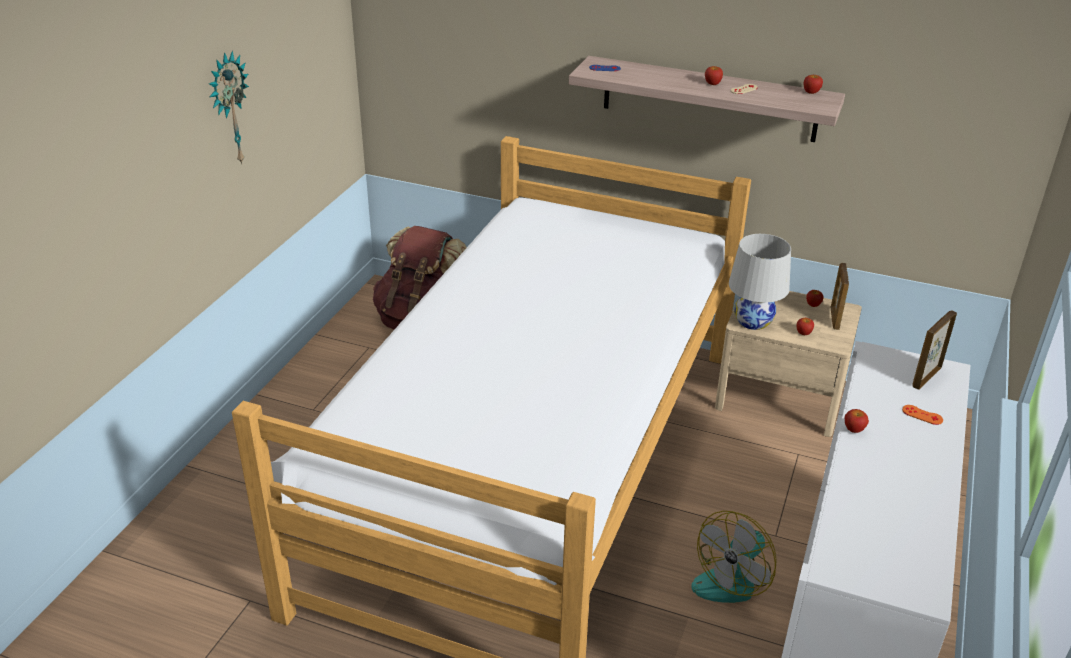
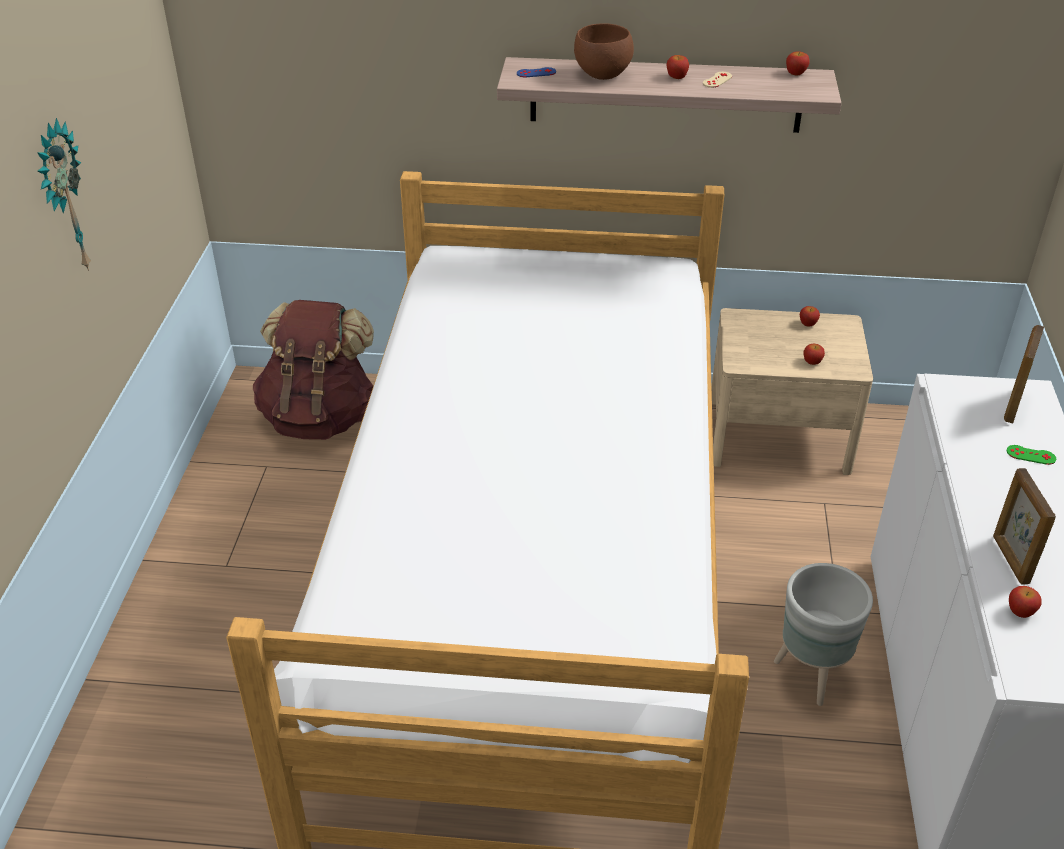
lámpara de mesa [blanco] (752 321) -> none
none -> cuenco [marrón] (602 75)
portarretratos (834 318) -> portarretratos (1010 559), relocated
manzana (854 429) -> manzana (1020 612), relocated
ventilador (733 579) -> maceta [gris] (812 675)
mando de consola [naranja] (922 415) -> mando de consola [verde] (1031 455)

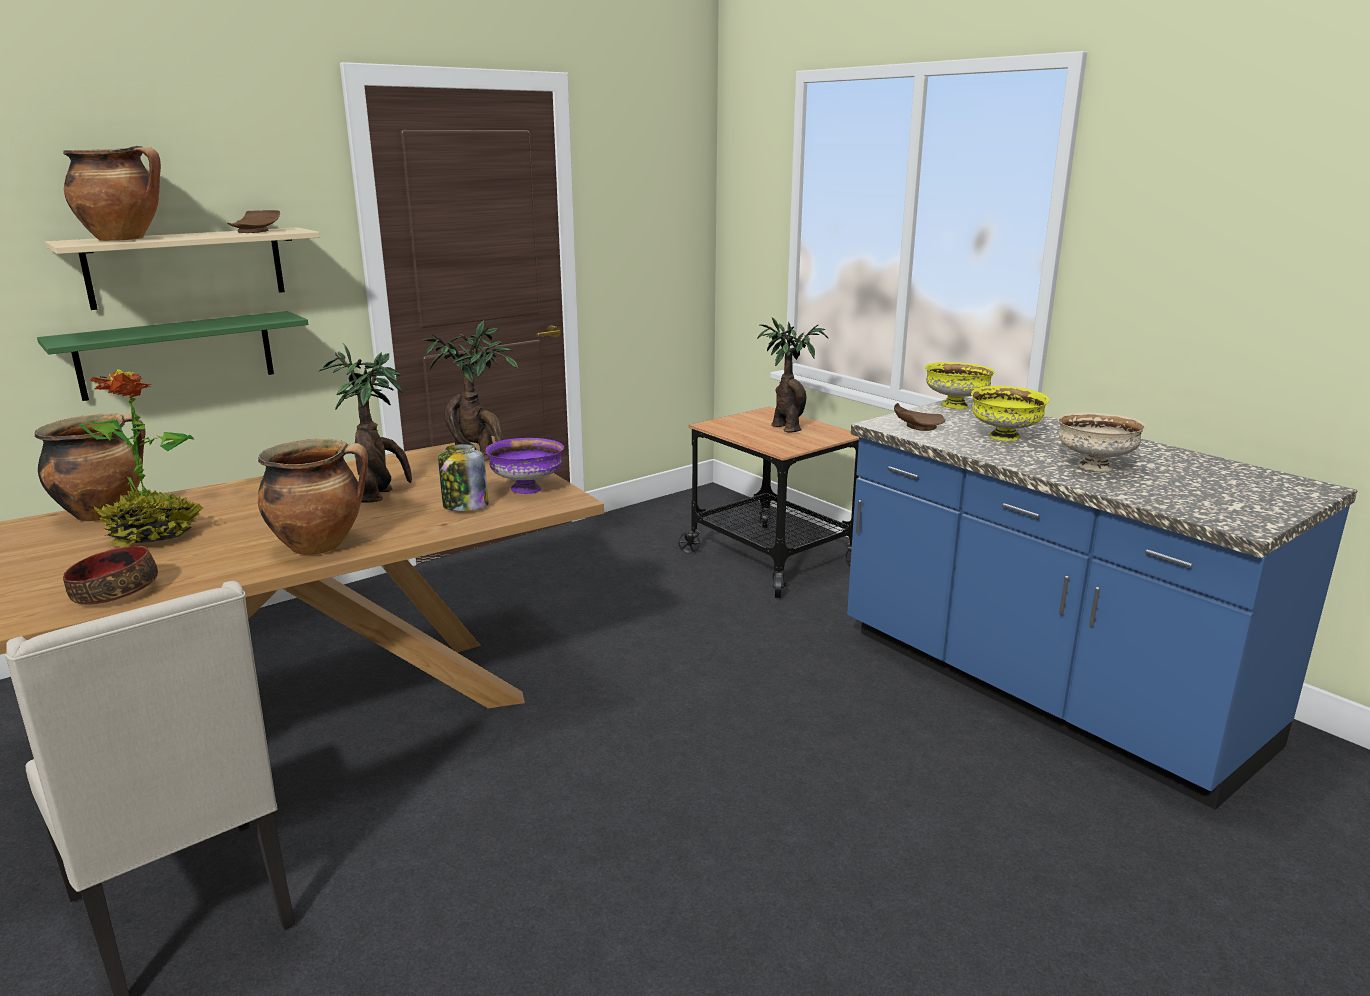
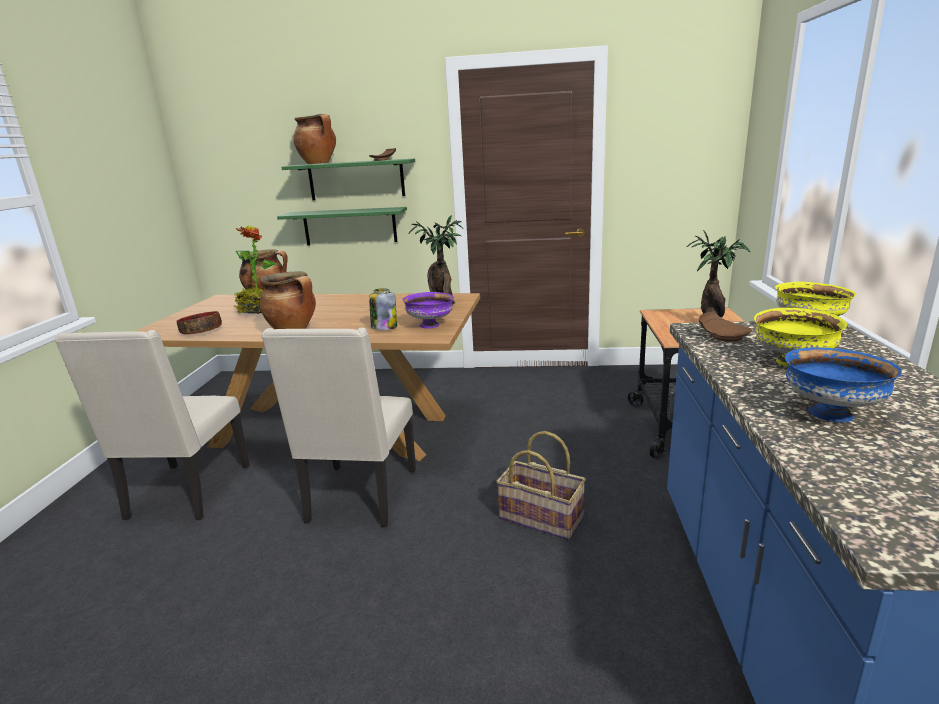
planta en maceta (381 494) -> none
none -> silla [beis] (360 497)
none -> cesta (542 517)
estante [beis] (186 267) -> estante [verde] (356 180)
cuenco [beis] (1093 467) -> cuenco [azul] (829 413)

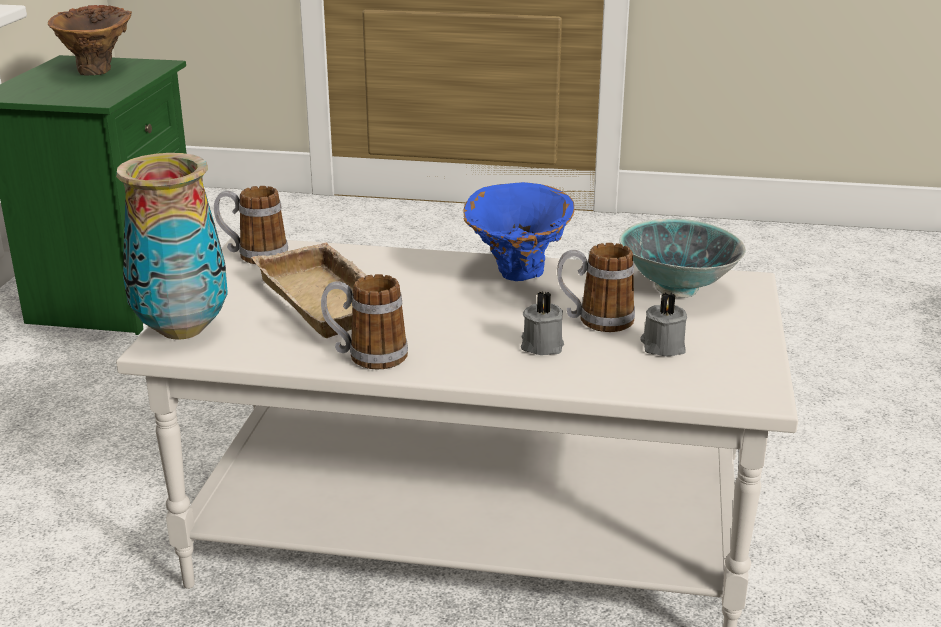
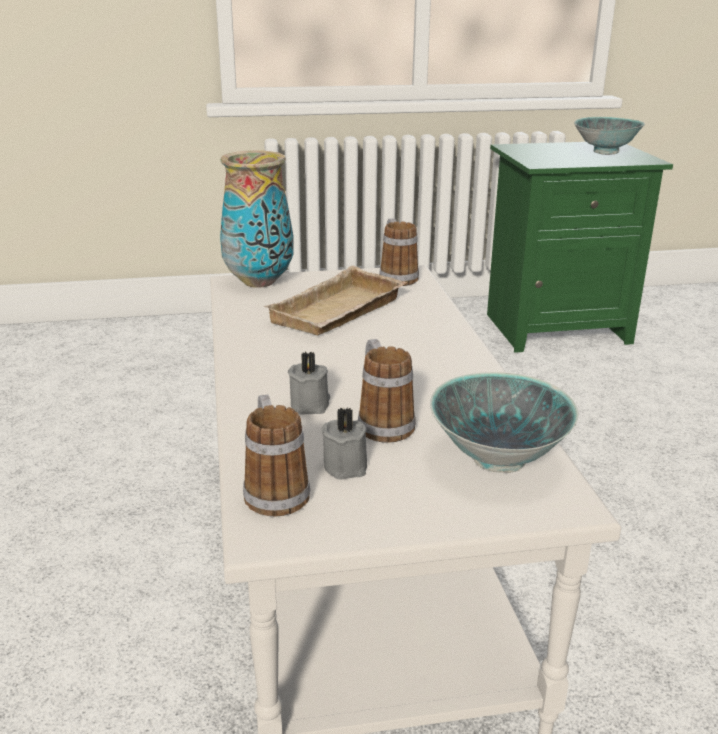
florero [azul] (515 276) -> none
taza grande (366 356) -> taza grande (274 490), relocated
florero [marrón] (99 69) -> cuenco (605 152)

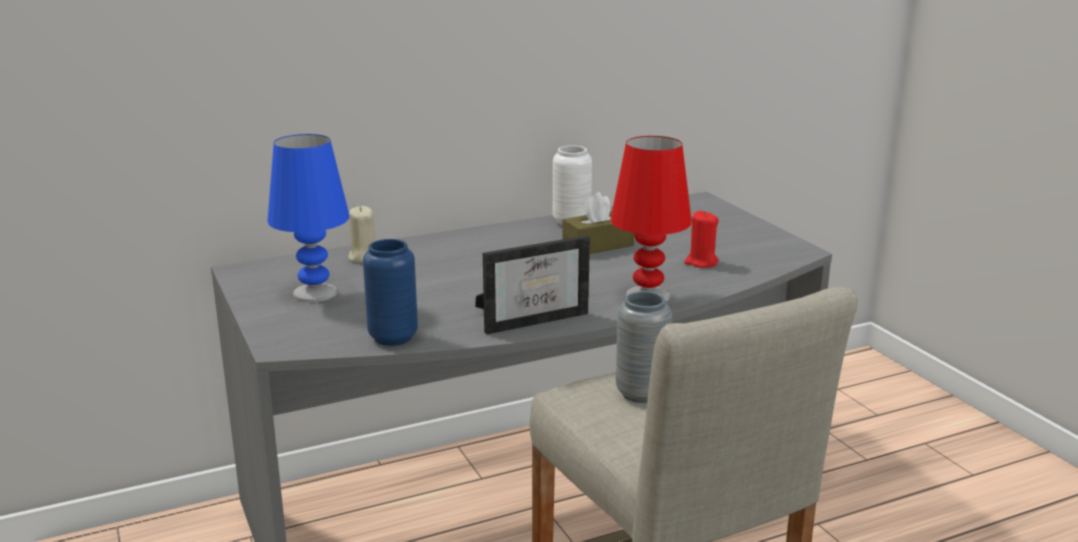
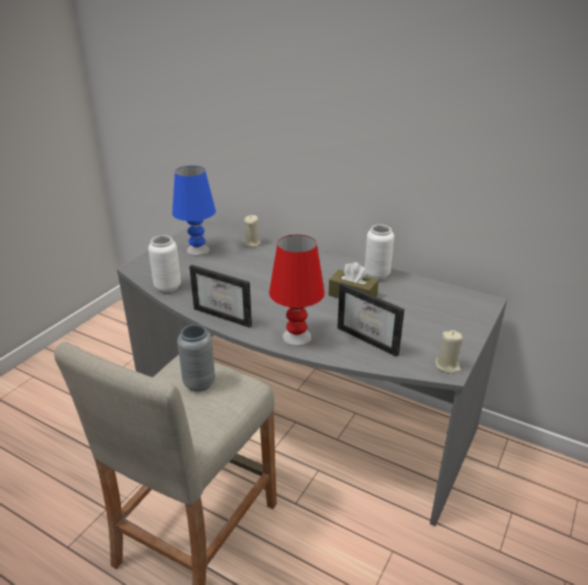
none -> vela [beis] (447 366)
vela [rojo] (701 262) -> portarretratos (372 338)
florero [azul] (393 337) -> florero [blanco] (167 287)

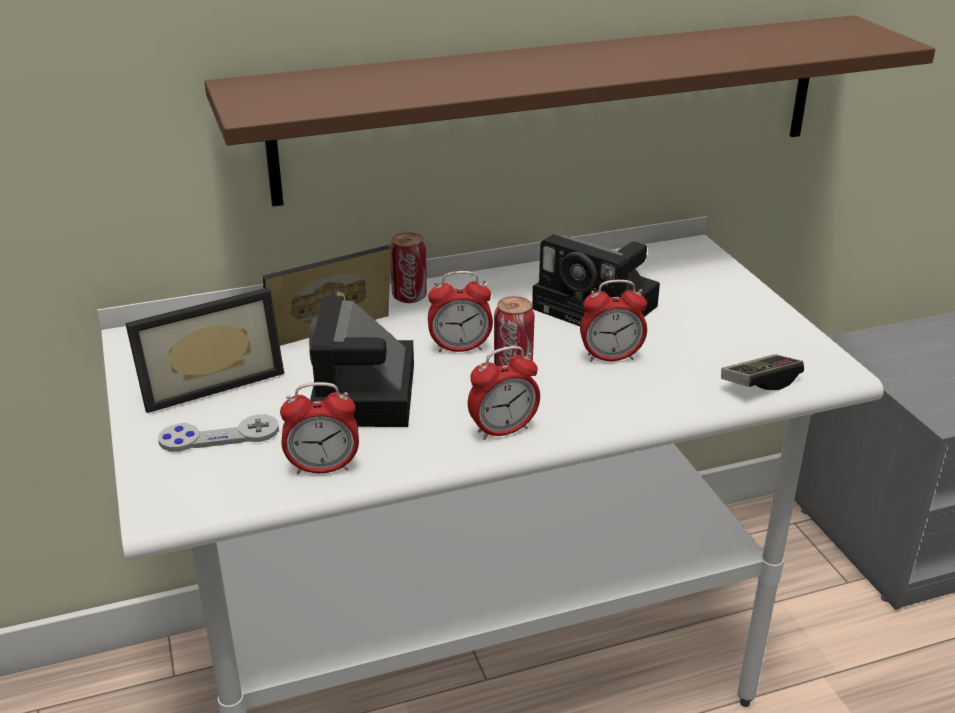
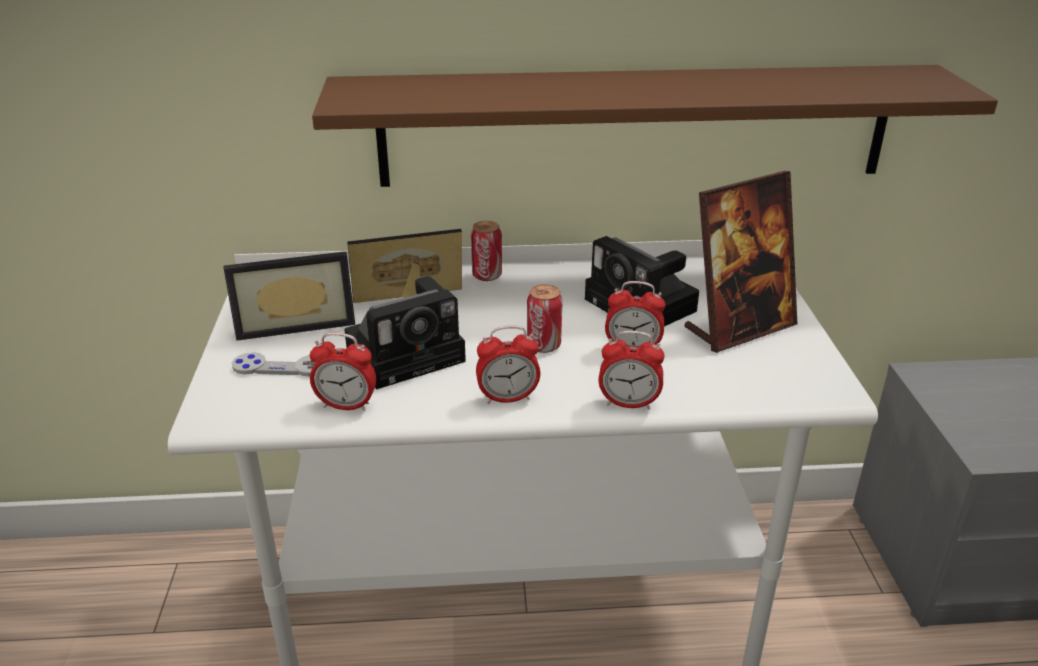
mando de consola (760 383) -> none
none -> portarretratos (739 327)
despertador (460 348) -> despertador (628 403), relocated
cámara (366 398) -> cámara (409 354), 135 degrees counterclockwise

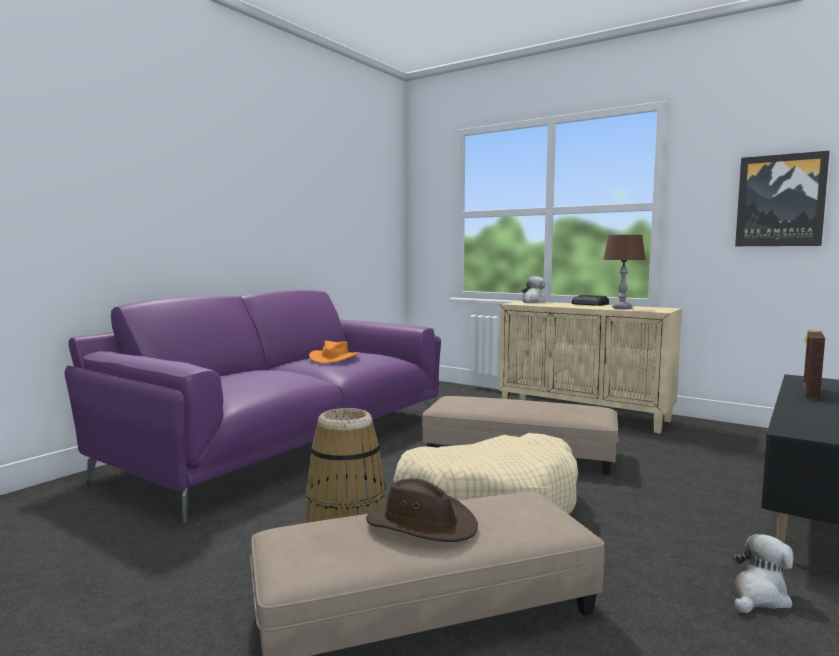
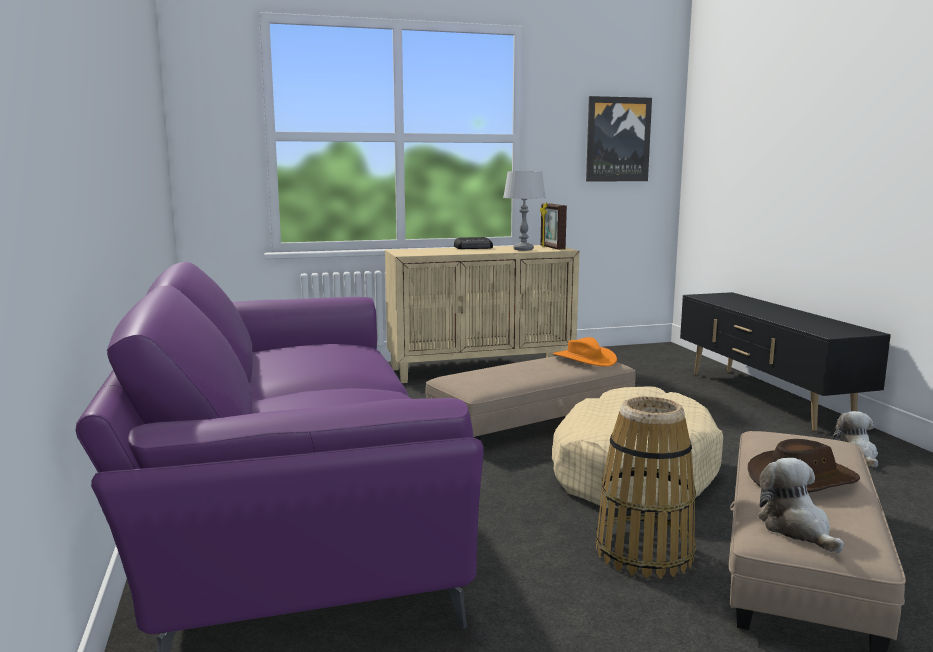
sombrero [naranja] (334 358) -> sombrero [naranja] (584 359), relocated
peluche (532 302) -> peluche (797 529), relocated
portarretratos (810 393) -> portarretratos (551 248), relocated
lámpara de mesa [marrón] (621 308) -> lámpara de mesa [gris] (523 249)

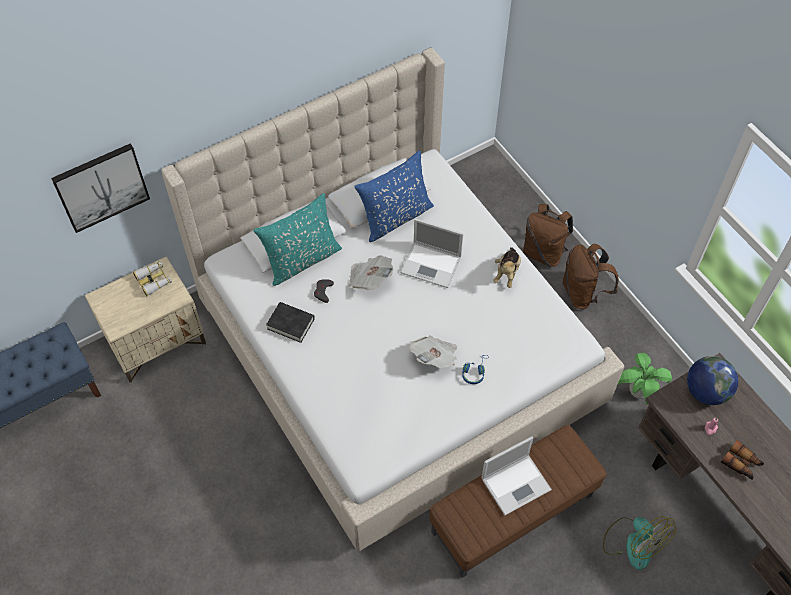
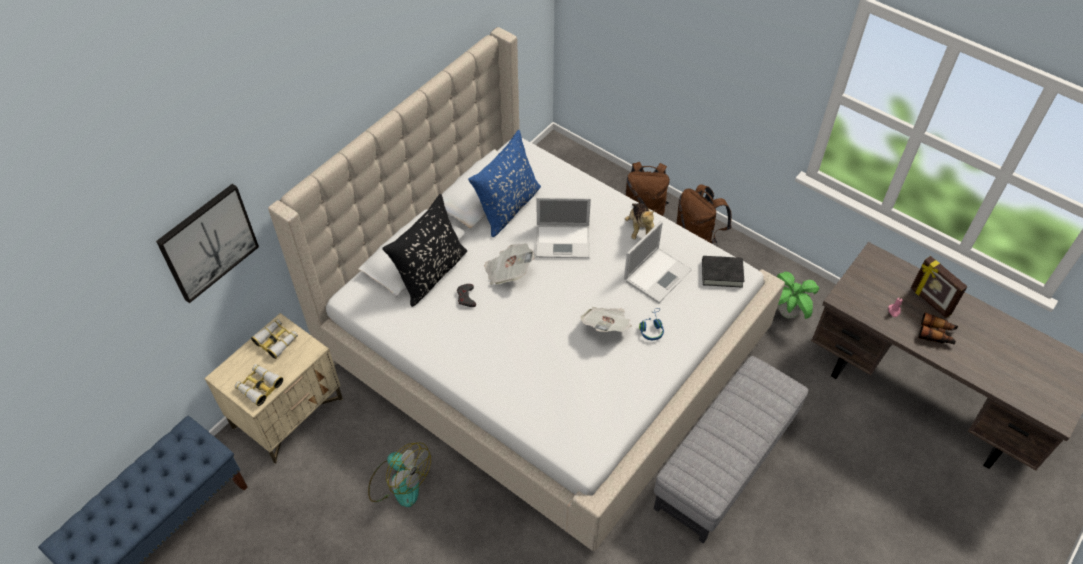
globo terráqueo (706 391) -> none
none -> prismáticos (259 387)
none -> portarretratos (929 301)
libro [negro] (291 324) -> libro [negro] (722 273), relocated
portátil (517 483) -> portátil (658 274), relocated
ventilador (633 542) -> ventilador (399 482), relocated
cojín [turquesa] (302 260) -> cojín [negro] (430 273)
puf [marrón] (512 513) -> puf [gris] (723 464)

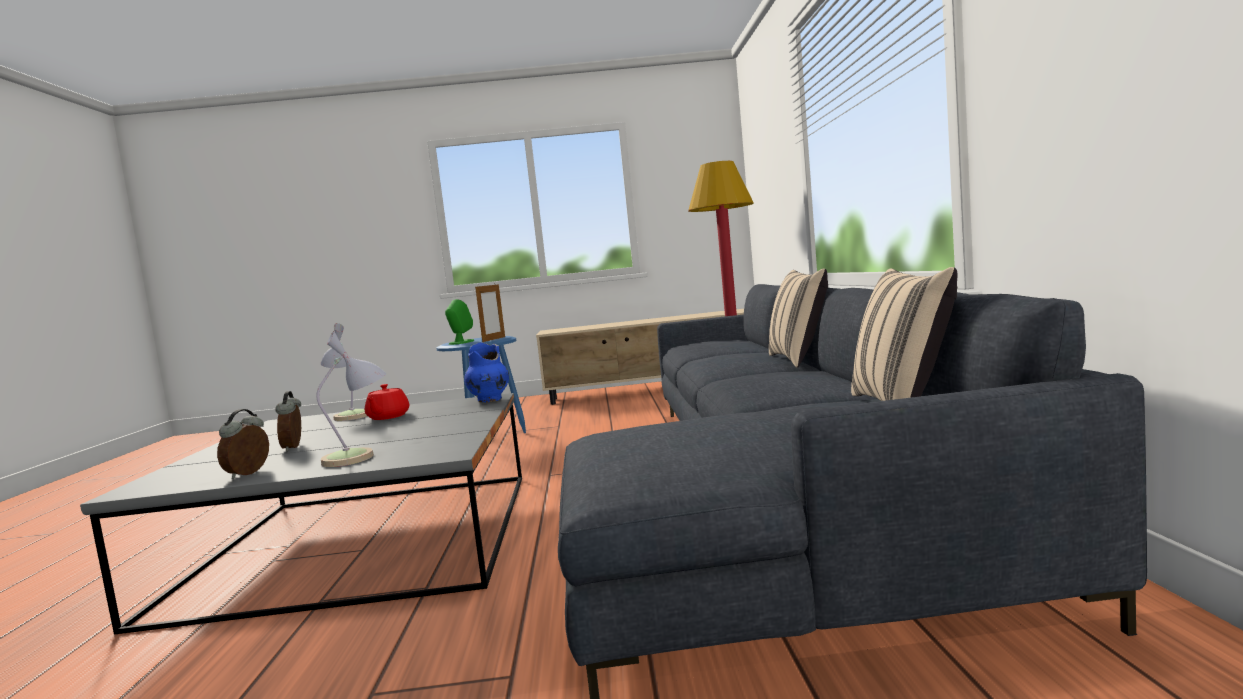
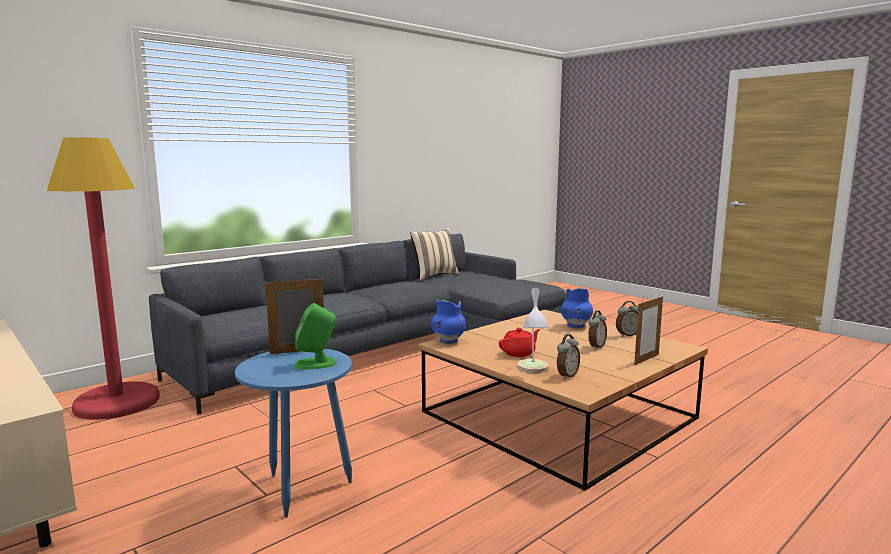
cojín [beis] (800 359) -> none
none -> despertador (566 375)
none -> portarretratos (646 359)
lámpara de mesa (359 456) -> florero [azul] (575 326)
mesa de centro [gris] (363 539) -> mesa de centro [marrón] (558 414)

